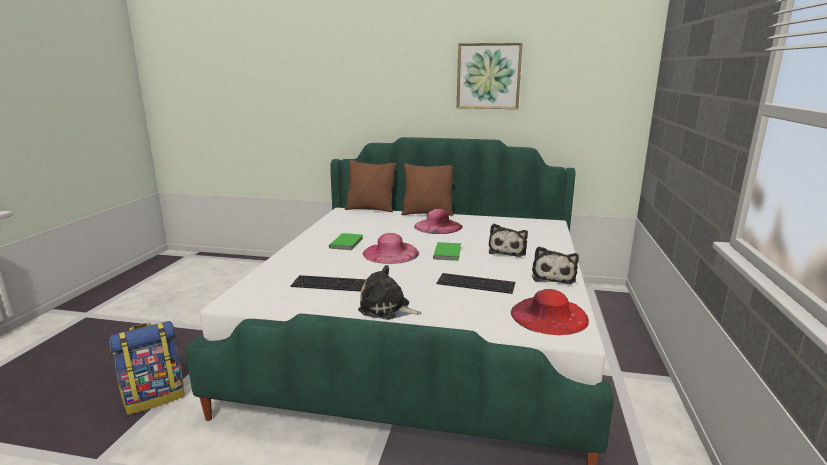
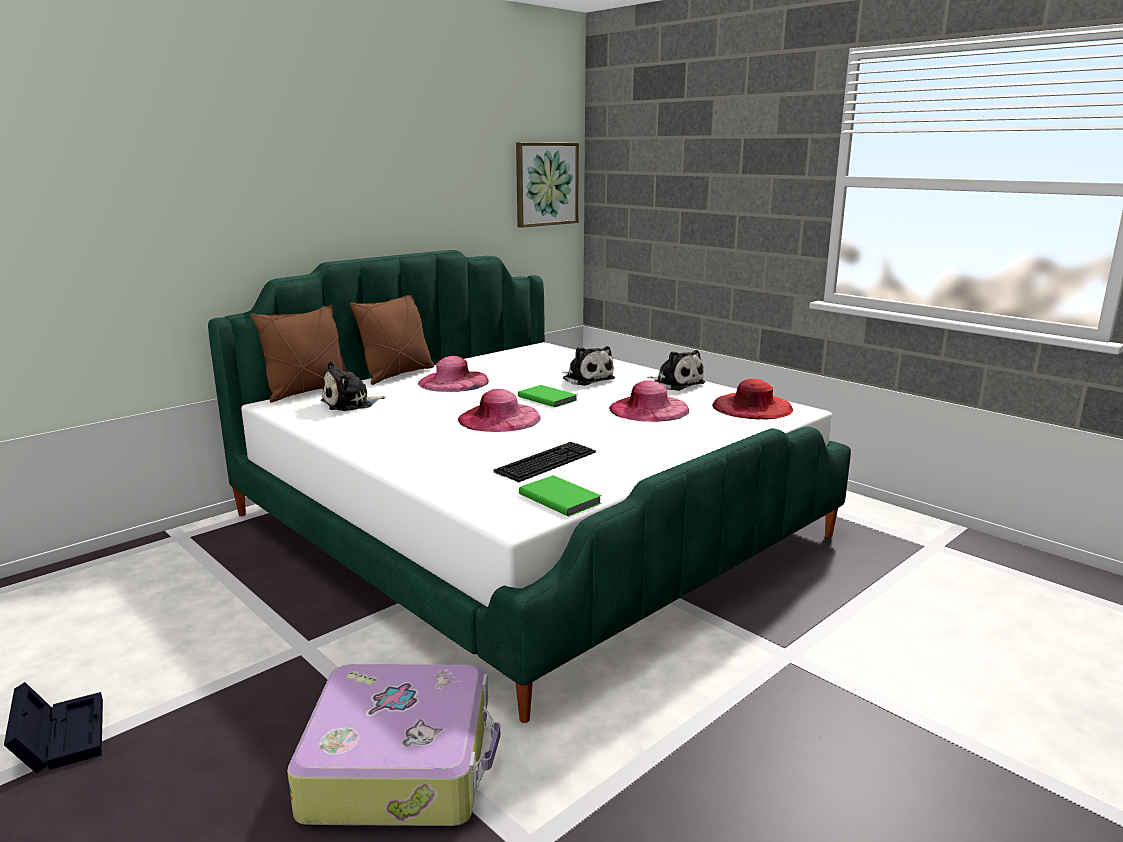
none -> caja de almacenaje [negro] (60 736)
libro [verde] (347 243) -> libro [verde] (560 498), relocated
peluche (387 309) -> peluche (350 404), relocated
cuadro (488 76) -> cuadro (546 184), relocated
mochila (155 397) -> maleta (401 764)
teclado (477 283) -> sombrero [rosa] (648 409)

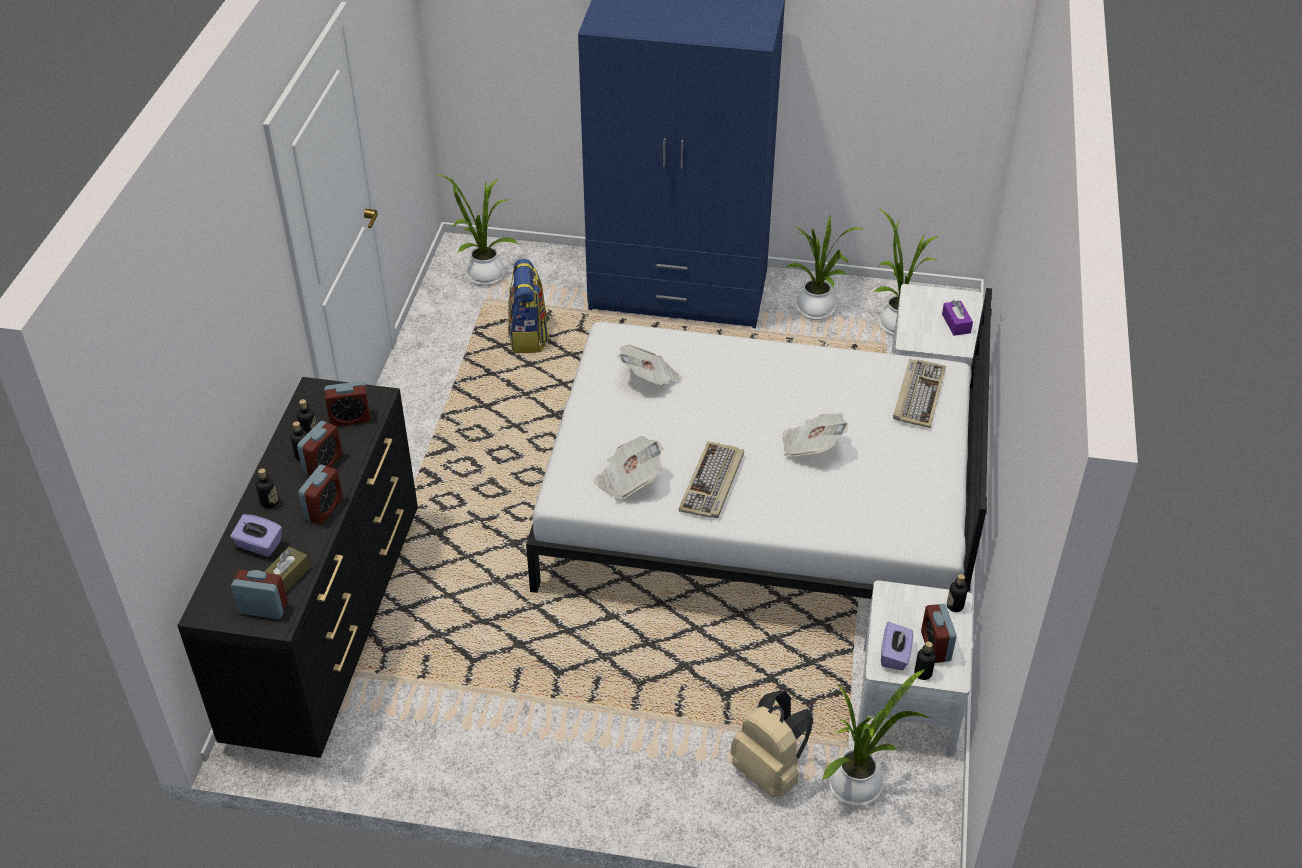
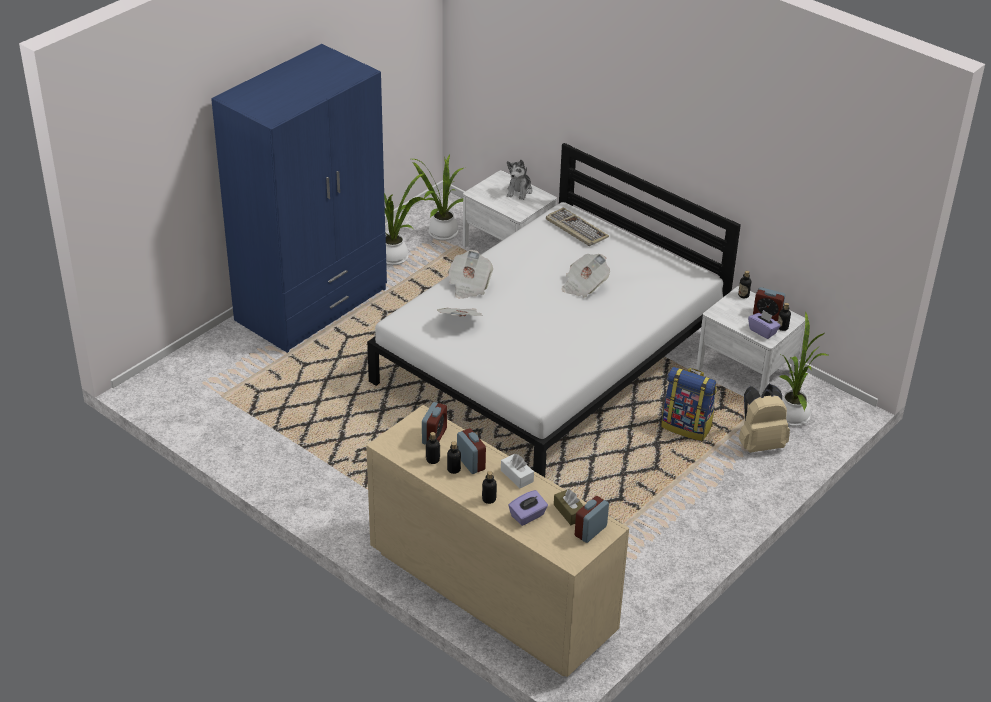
planta en maceta (482 274) -> none
teclado (712 483) -> none
mochila (528 336) -> mochila (687 426), relocated
periódico (628 480) -> periódico (469 285), relocated
despertador (324 509) -> caja de pañuelos [blanco] (517 476)
caja de pañuelos [morado] (956 323) -> peluche (519 191)
cómoda [negro] (328 625) -> cómoda [beis] (491 593)

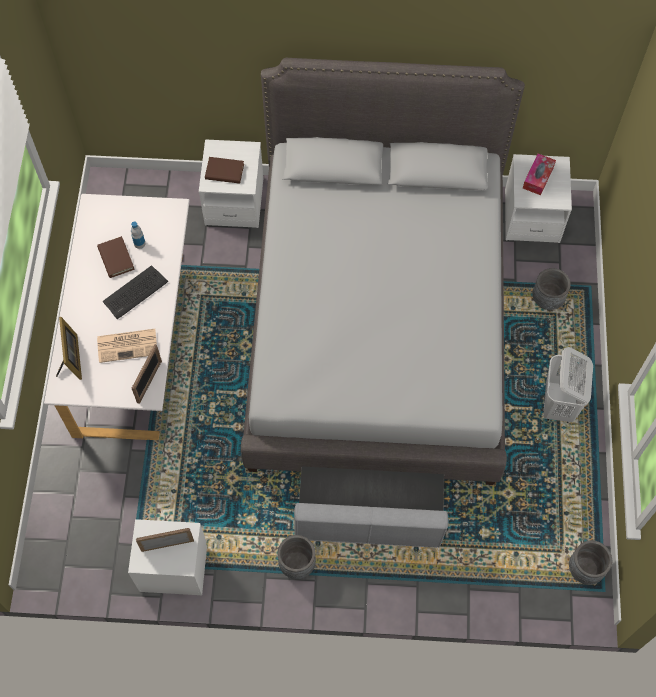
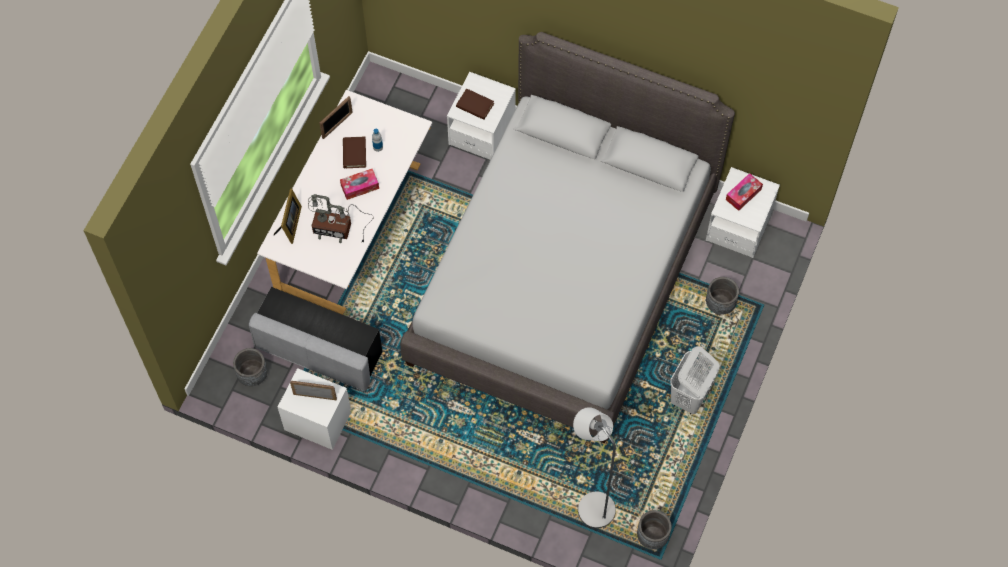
none -> lámpara de pie [gris] (591 504)
portarretratos (149 381) -> portarretratos (337 125), relocated
maceta [gris] (297 563) -> maceta [gris] (252 375), relocated
puf [gris] (369 518) -> puf [gris] (319 351), relocated
periódico (128 345) -> lámpara de mesa (338 228)
teclado (135 292) -> caja de pañuelos (360 187)

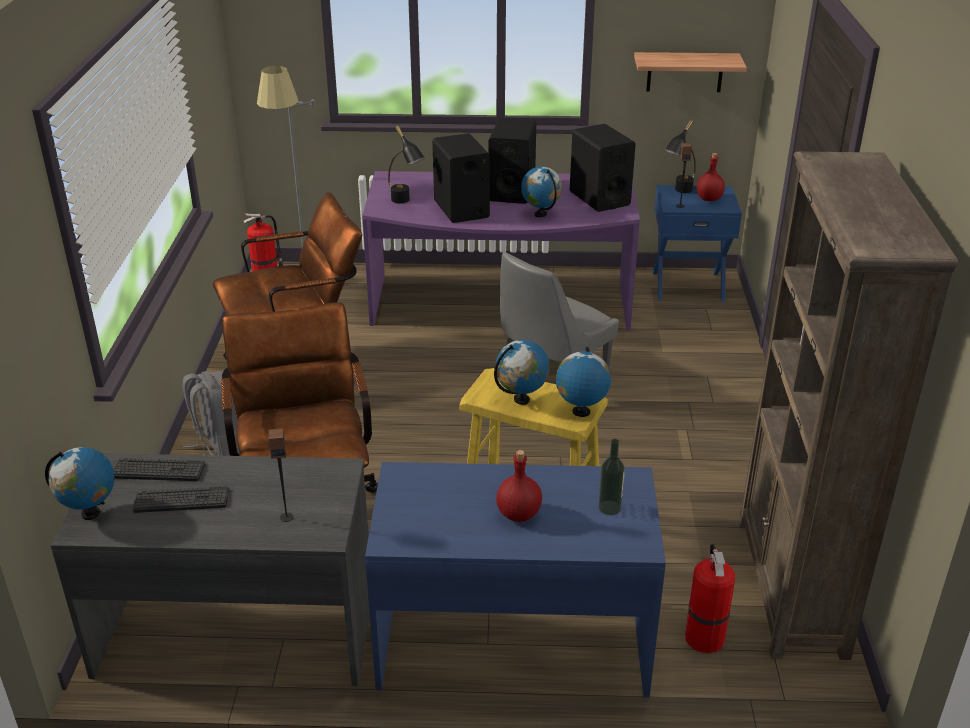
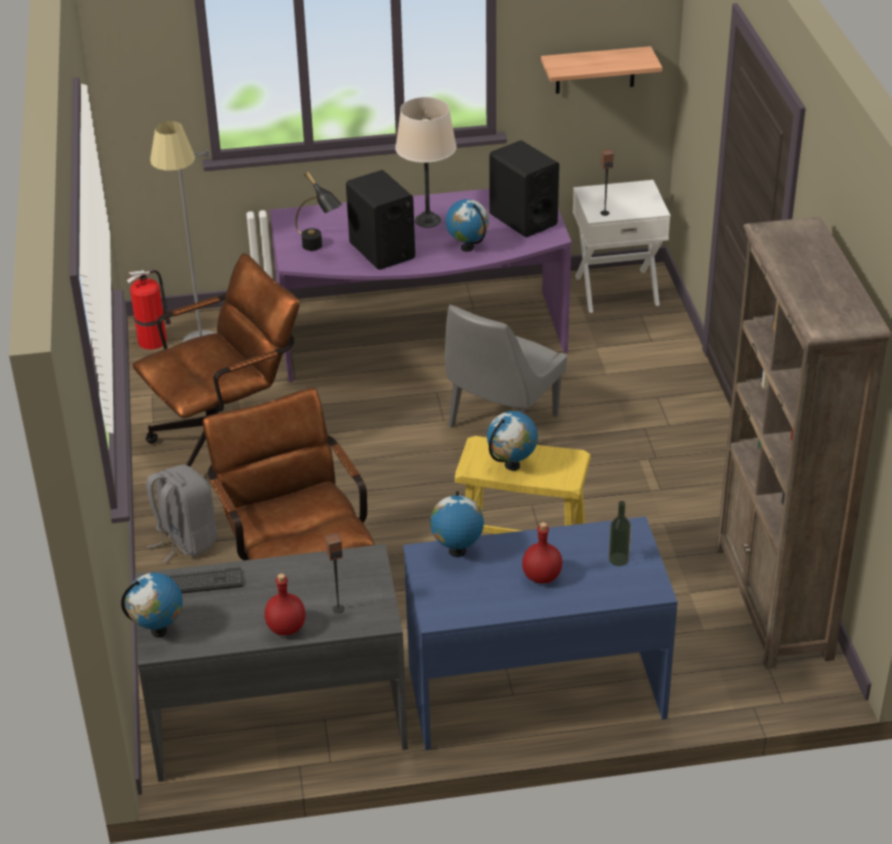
teclado (181 500) -> none
lámpara de mesa [negro] (679 192) -> none
extintor (704 636) -> none
globo terráqueo (581 412) -> globo terráqueo (457 551), relocated
botella [rojo] (709 199) -> botella [rojo] (286 628), relocated
altavoz [negro] (512 191) -> lámpara de mesa [beis] (428 220)
mesita de noche [azul] (688 285) -> mesita de noche [blanco] (616 289)

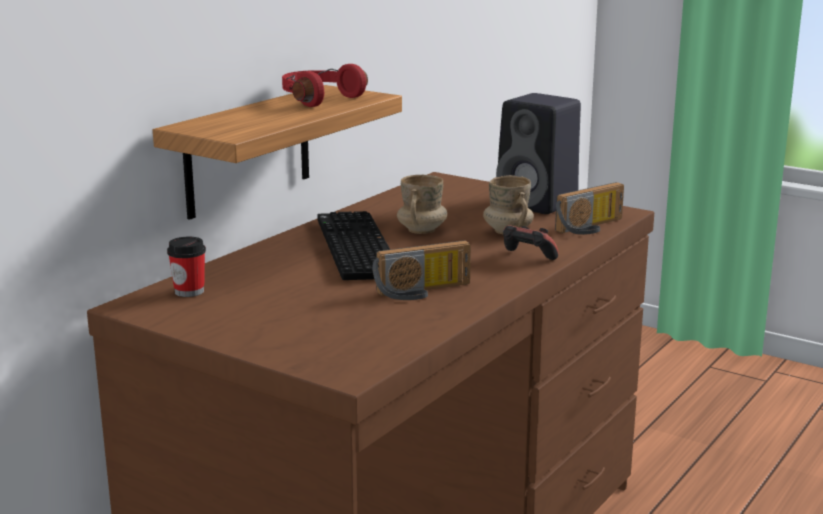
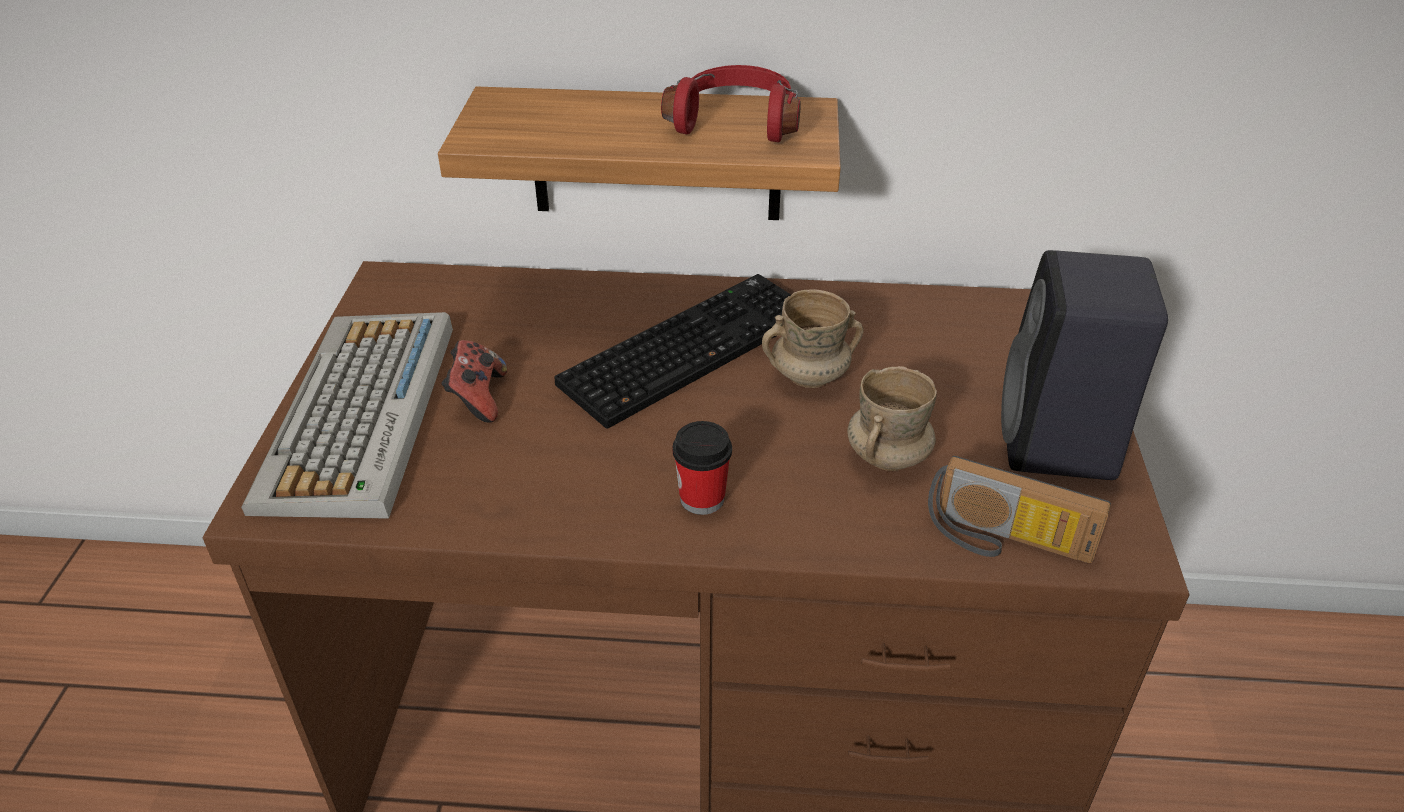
radio (423 292) -> none
none -> teclado (360 415)
taza (189 291) -> taza (702 499), relocated
mando de consola (527 259) -> mando de consola (478 398), relocated

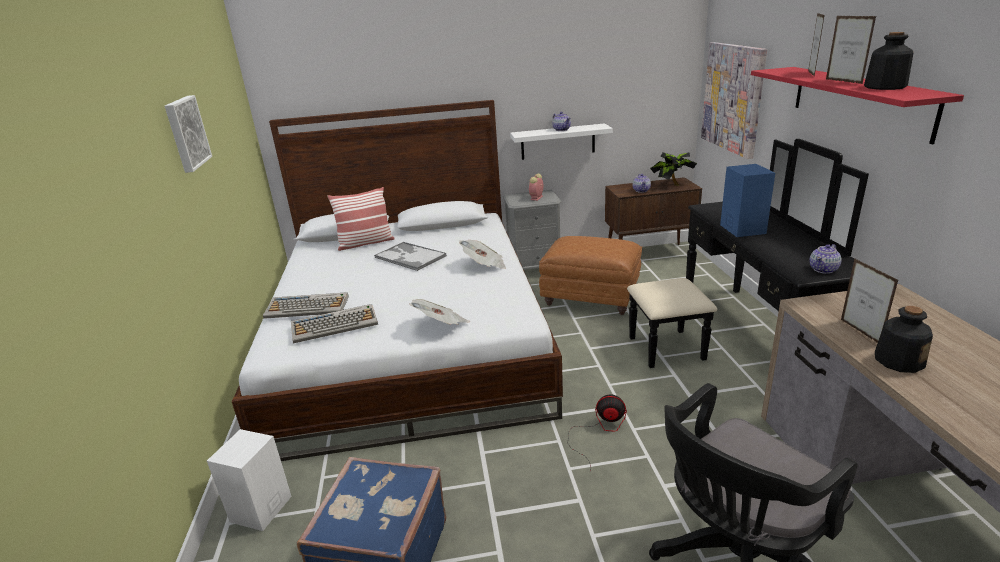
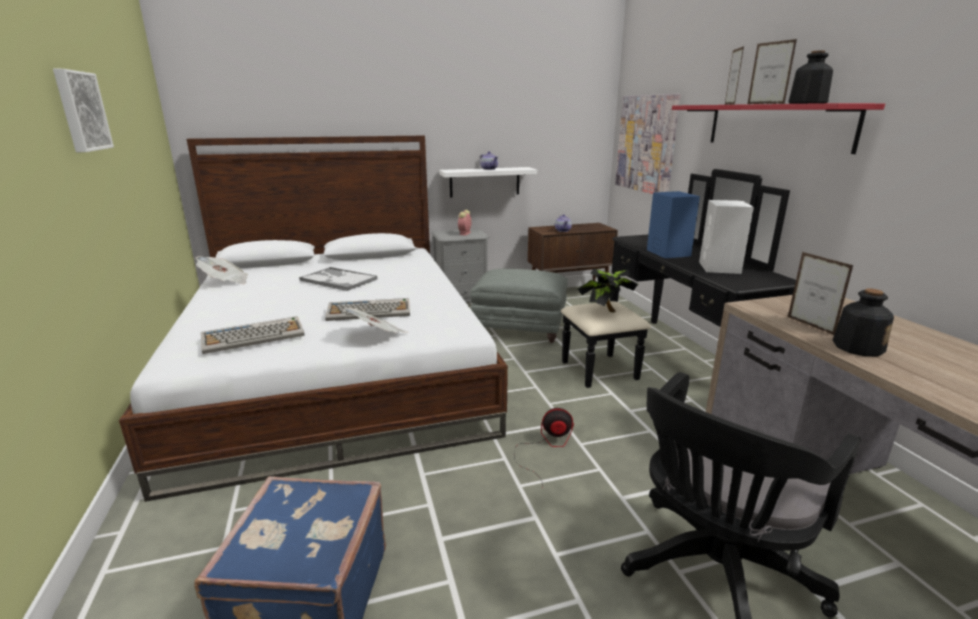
cojín (365 243) -> none
tetera (823 269) -> none
altavoz [blanco] (260 510) -> altavoz [blanco] (719 268), relocated
teclado (308 307) -> teclado (370 311), relocated
periódico (484 265) -> periódico (225 282), relocated
planta en maceta (671 185) -> planta en maceta (605 311), relocated
puf [marrón] (591 298) -> puf [gris] (520 329)

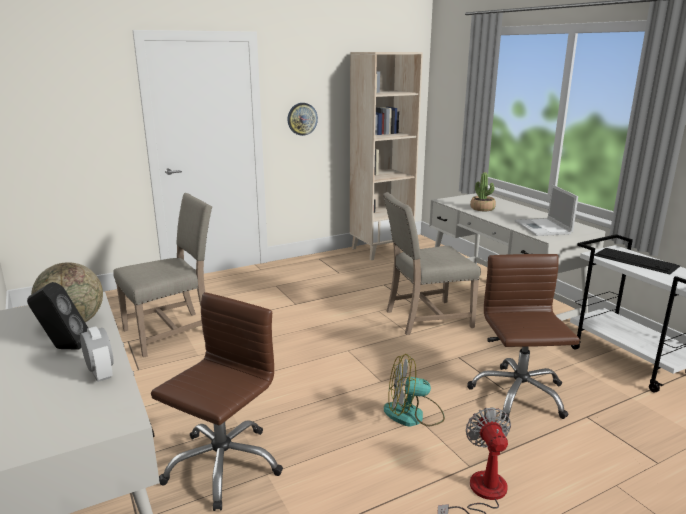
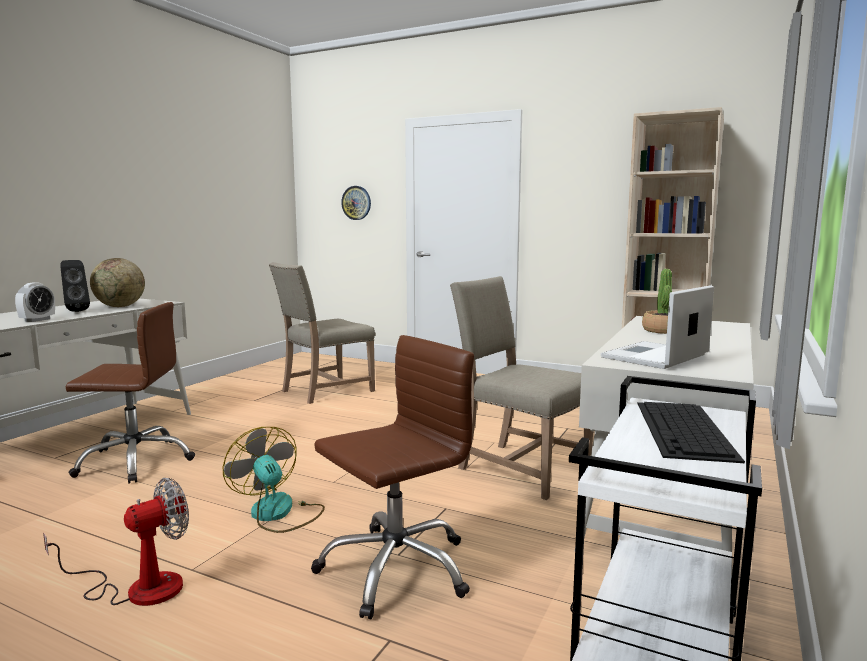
reloj de pared (302 119) -> reloj de pared (356 203), relocated
silla [beis] (172 332) -> silla [beis] (324 391), 120 degrees clockwise

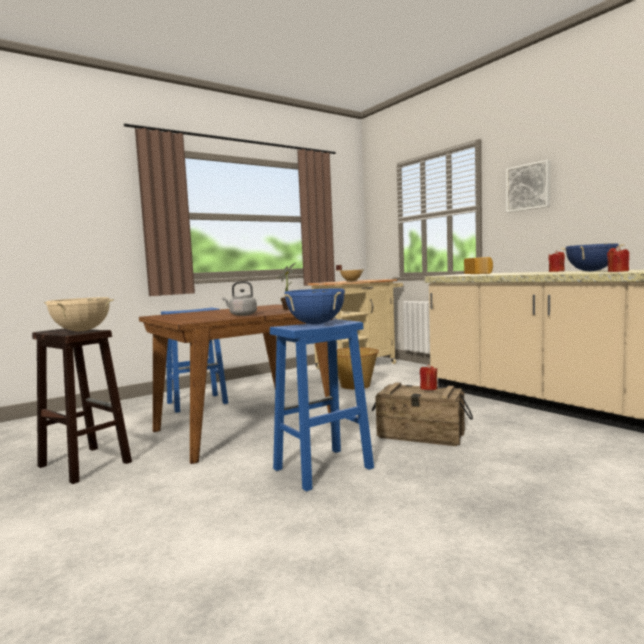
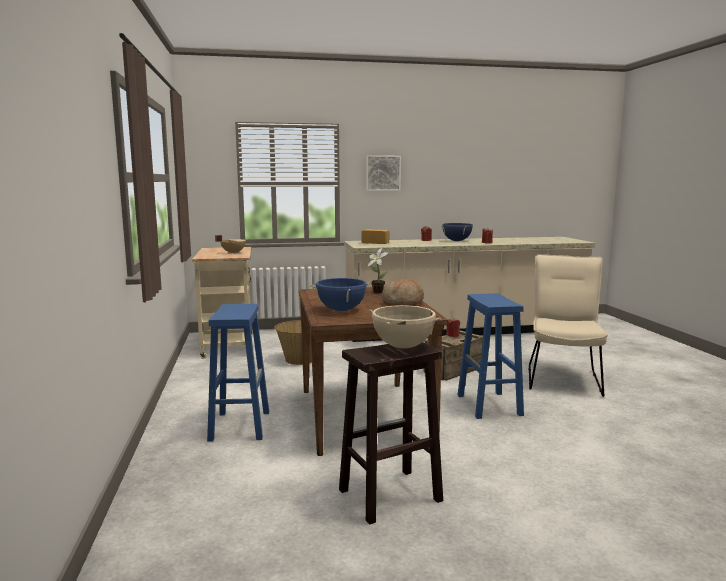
none -> silla [beis] (563 378)
olla [azul] (316 324) -> olla [azul] (341 310), relocated
hervidor [gris] (241 315) -> pan (403 303)

